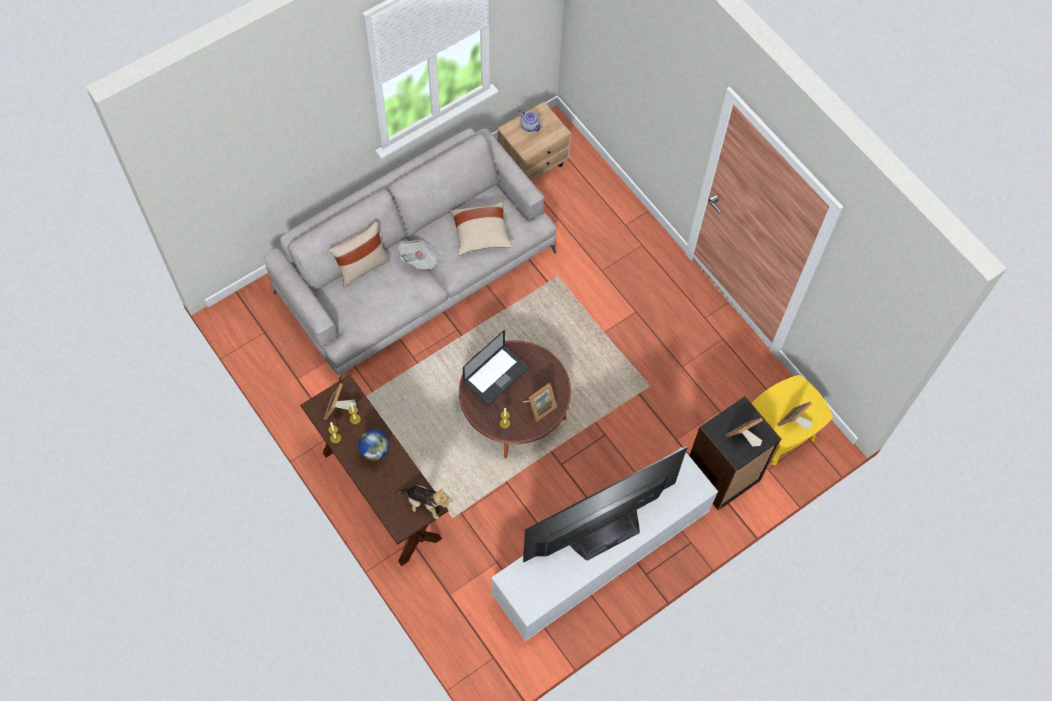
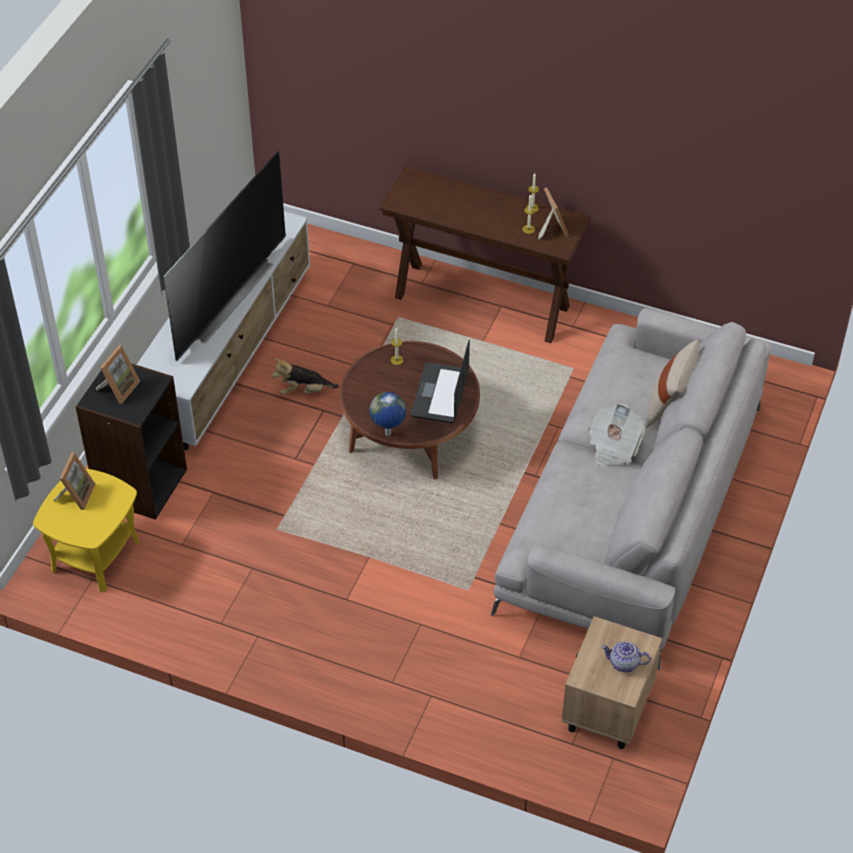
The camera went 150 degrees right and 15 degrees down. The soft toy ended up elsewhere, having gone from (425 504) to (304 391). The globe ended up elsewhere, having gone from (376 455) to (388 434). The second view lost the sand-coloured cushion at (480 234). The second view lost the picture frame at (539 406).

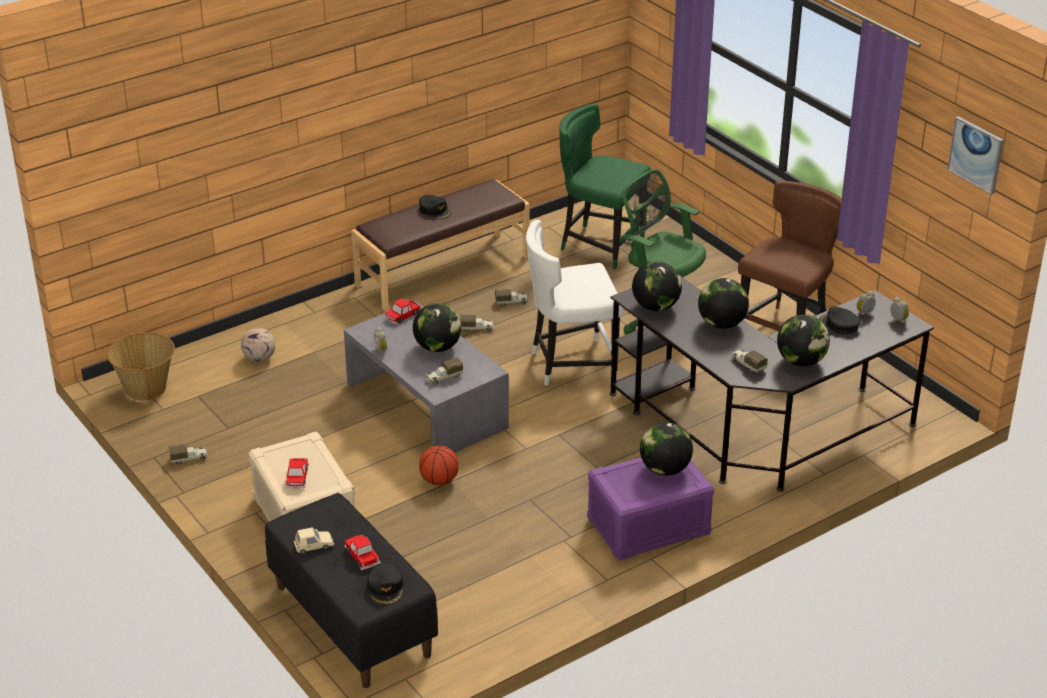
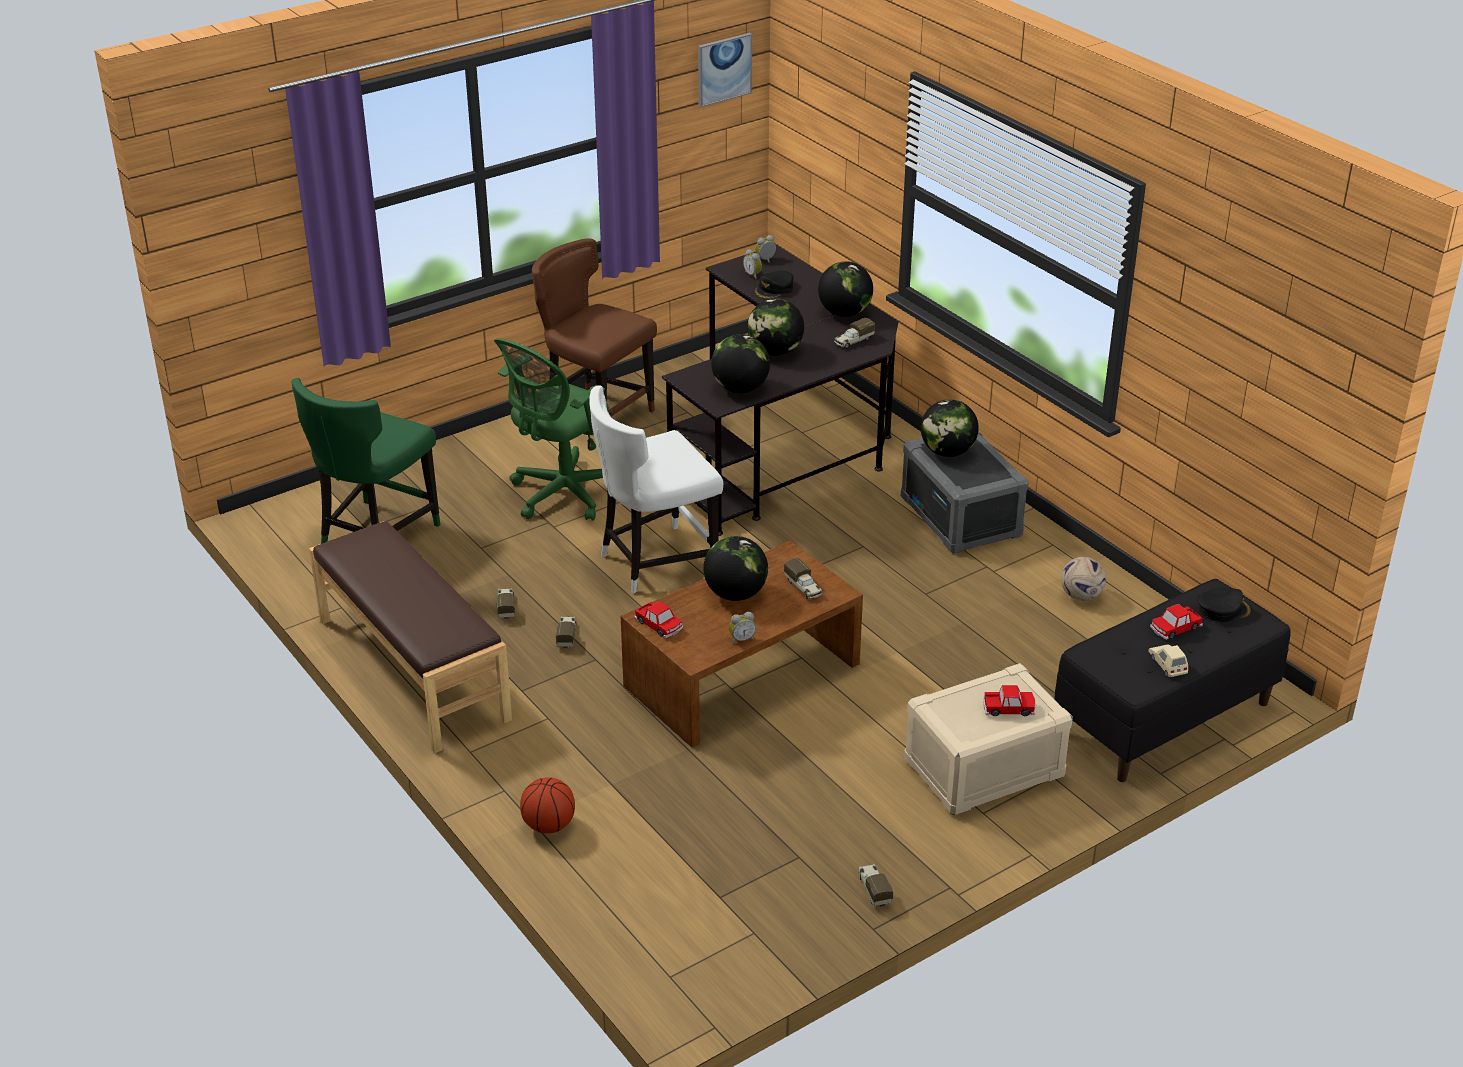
The camera went 90 degrees left and 0 degrees up. The basketball ball ended up elsewhere, having gone from (439 481) to (549 825). The white chair at (571 364) ended up facing another way, 75 degrees clockwise from before. What was the gray coffee table at (427 405) turned into the brown-coloured coffee table at (741 674). What was the purplish storage container at (648 527) turned into the gray storage container at (961 517). The football ended up elsewhere, having gone from (259 358) to (1080 596). The second view lost the basket at (146 389). The second view lost the black peaked cap at (435 210).

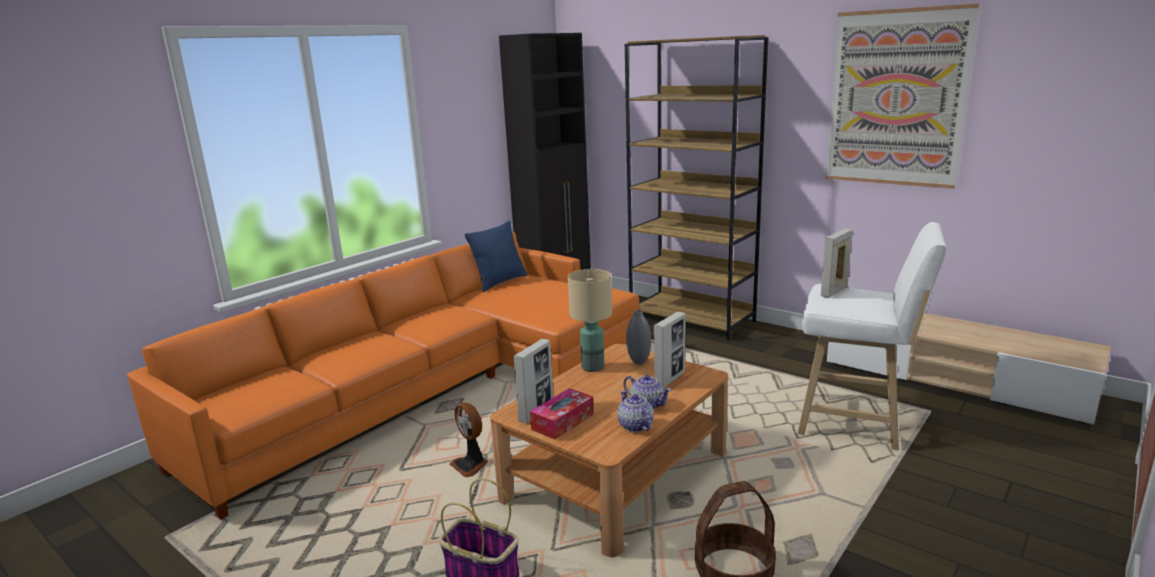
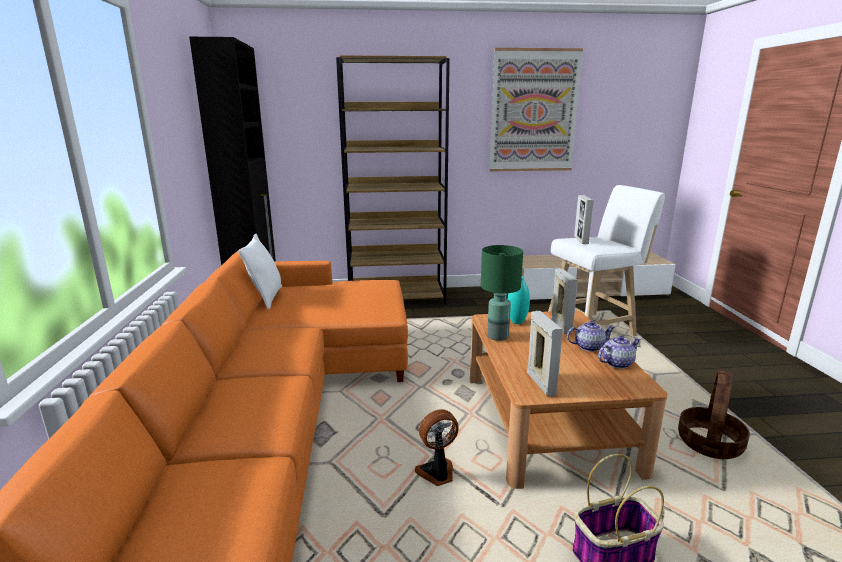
The camera went 45 degrees left and 0 degrees up. What was the bluish cushion at (500 282) turned into the white cushion at (266 298). The cooling fan at (471 465) ended up facing another way, 150 degrees clockwise from before. What was the sand-coloured lamp for a table at (593 367) turned into the greenish lamp for a table at (498 336). What was the gray decorative vase at (639 362) turned into the blue-green decorative vase at (517 322). The teapot at (635 426) ended up facing another way, 135 degrees clockwise from before. The second view lost the tissue box at (563 422).

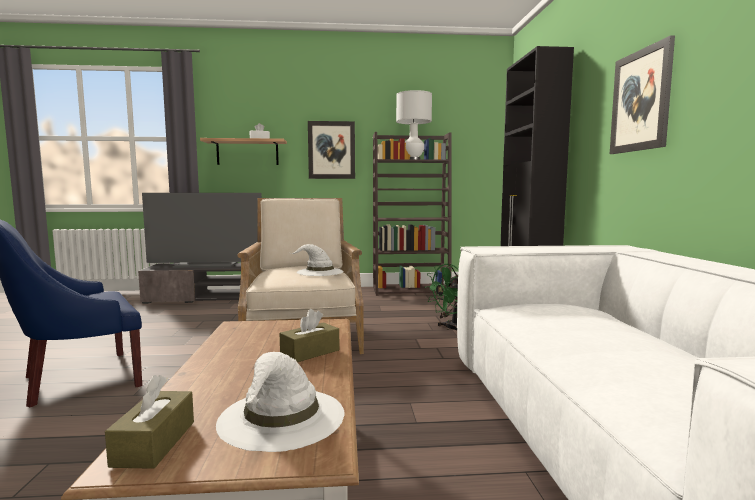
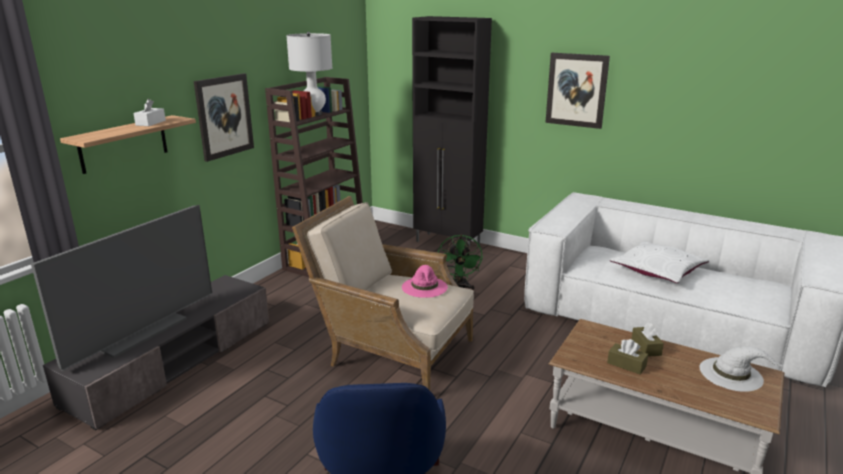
The camera went 55 degrees left and 15 degrees up. What was the white hat at (319 272) turned into the pink-coloured hat at (425 287). The brown-coloured tissue box ended up elsewhere, having gone from (154 443) to (626 364). The second view gained the white cushion at (657 270).

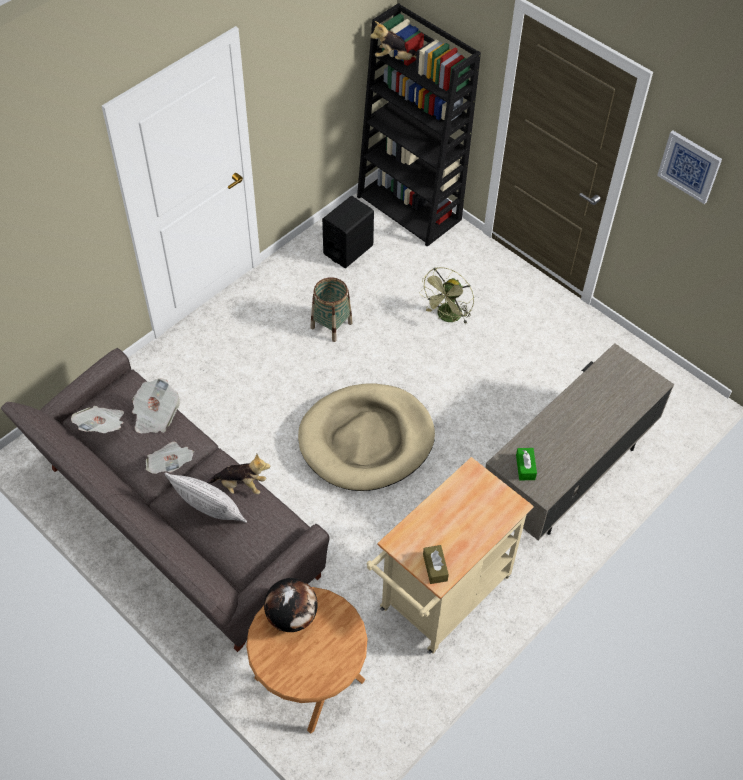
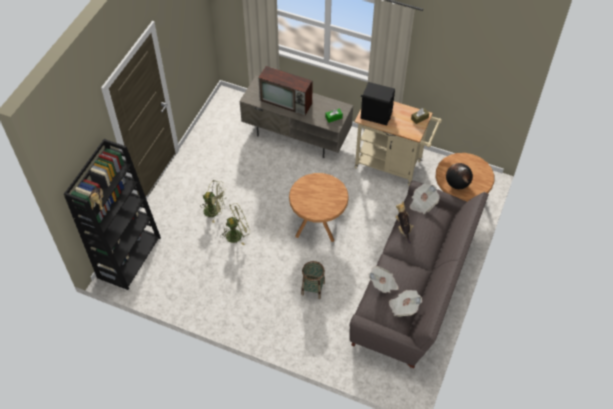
The camera went 110 degrees left and 0 degrees up. The second view gained the greenish cooling fan at (237 234). The second view gained the television at (287 102). Where the sand-coloured dog cushion stood at (366 440), the brown-coloured side table came to stand at (318 222). The basket ended up elsewhere, having gone from (331 325) to (313 288). The black audio speaker ended up elsewhere, having gone from (348 249) to (376 115). The newspaper ended up elsewhere, having gone from (171 464) to (422 203). The second view lost the cushion at (210 514). The second view lost the wall art at (689 166).

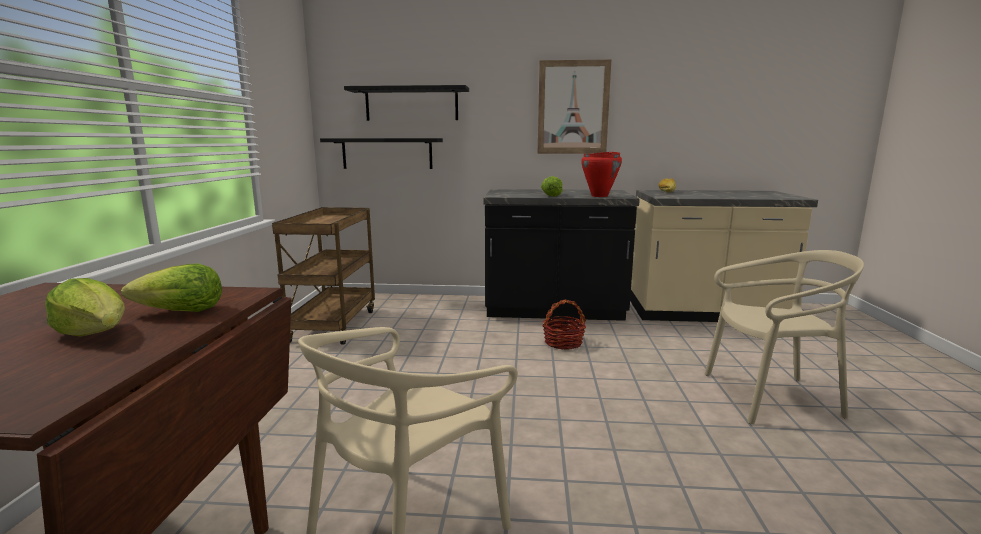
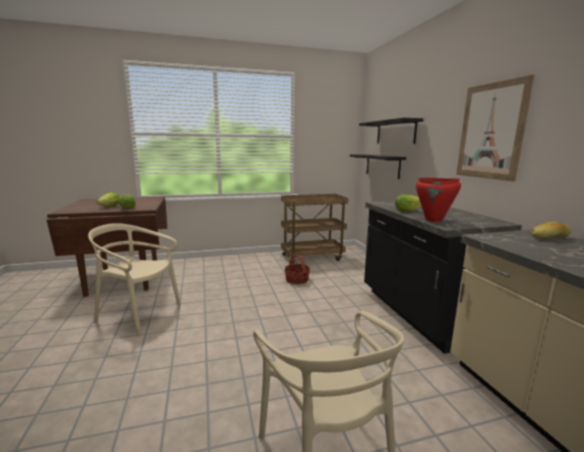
The camera went 70 degrees right and 0 degrees up. The basket ended up elsewhere, having gone from (563 342) to (297 280).

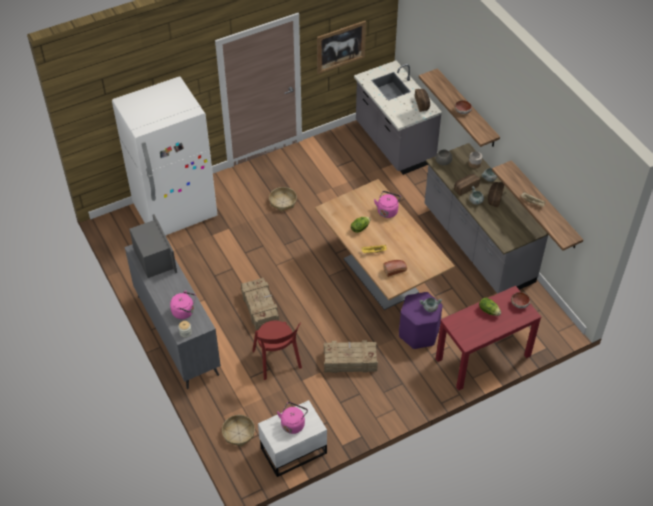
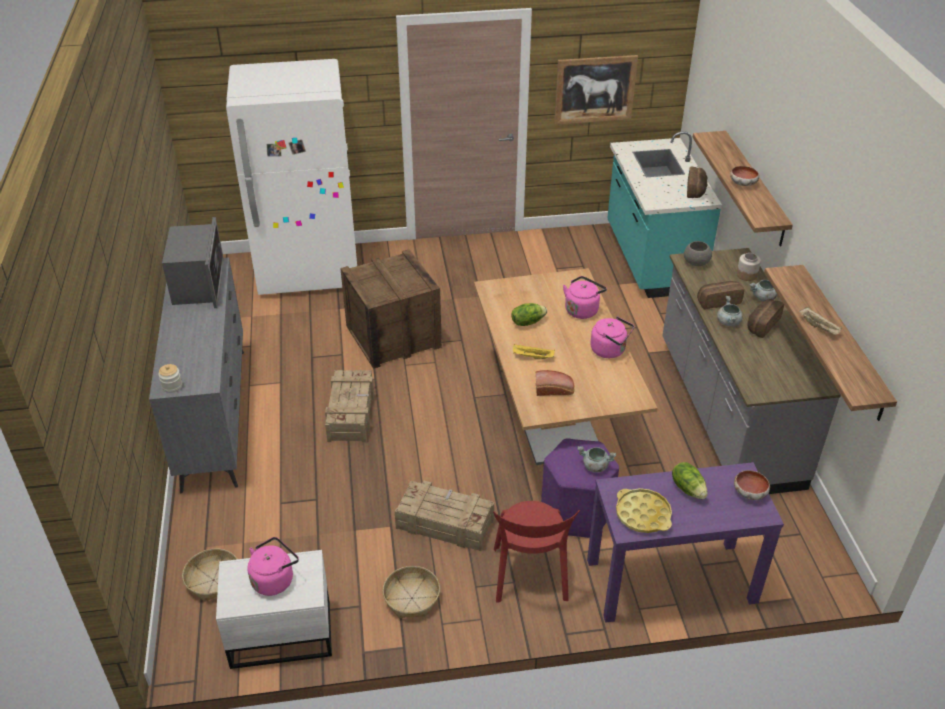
The camera went 20 degrees right and 10 degrees down. The second view gained the packing crate at (393 336). The basket ended up elsewhere, having gone from (283 202) to (411 598). The reddish chair ended up elsewhere, having gone from (277 361) to (530 577). What was the reddish narrow table at (483 357) turned into the purplish narrow table at (670 581). The pink-coloured kettle ended up elsewhere, having gone from (184 312) to (610 350). What was the gray kitchen counter at (393 143) turned into the blue-green kitchen counter at (651 259). The second view gained the yellow-coloured carrying tray at (643 514).

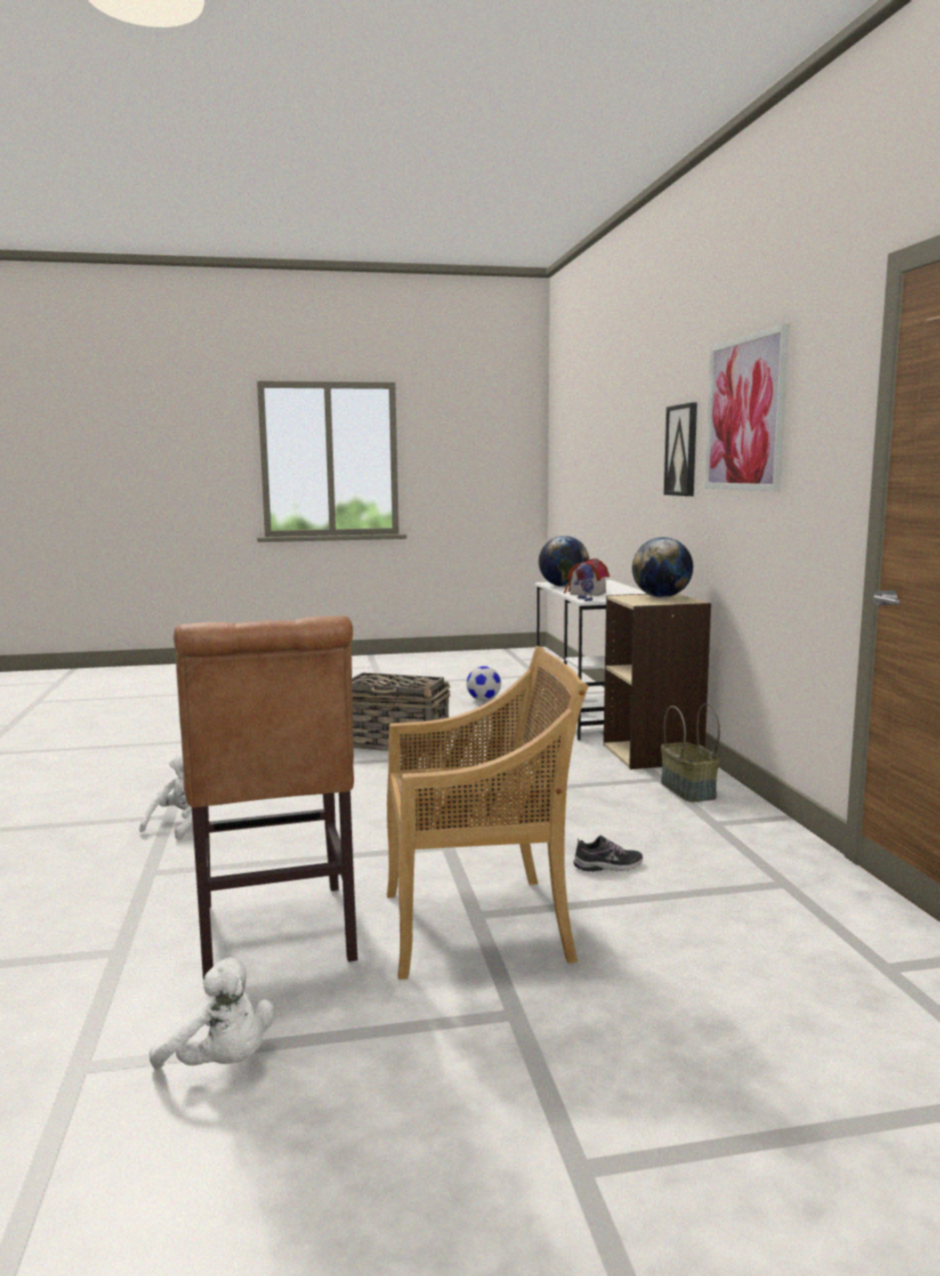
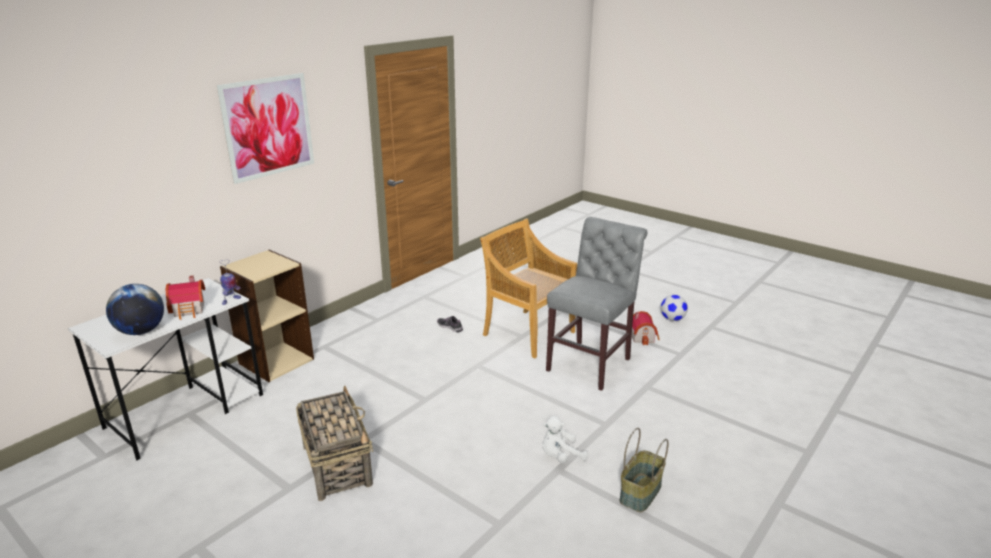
The camera went 130 degrees left and 15 degrees up. What was the brown-coloured chair at (276 937) turned into the gray chair at (591 363). The basket ended up elsewhere, having gone from (686 790) to (641 493). Where the white soft toy stood at (222 1064), the miniature house came to stand at (643 337). The football ended up elsewhere, having gone from (483 700) to (672 319). The second view lost the globe at (661 597). The second view lost the wall art at (682 450).

